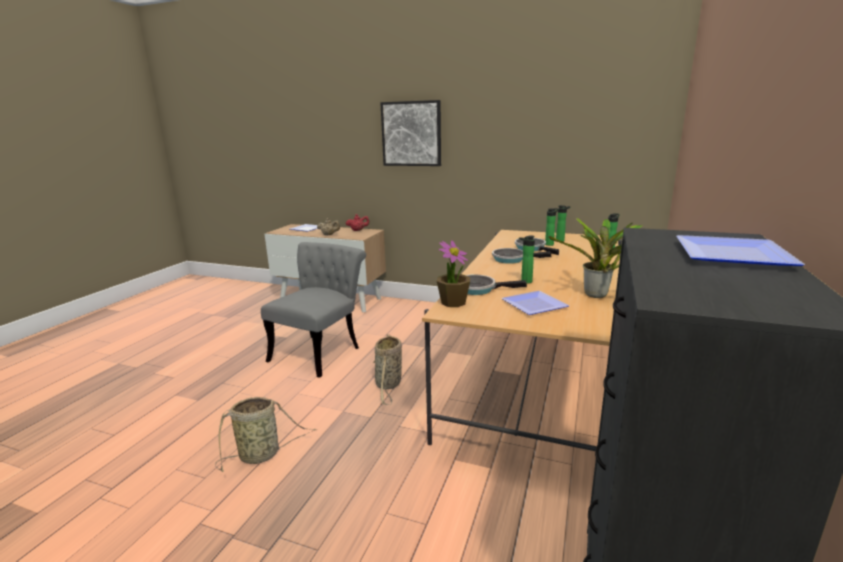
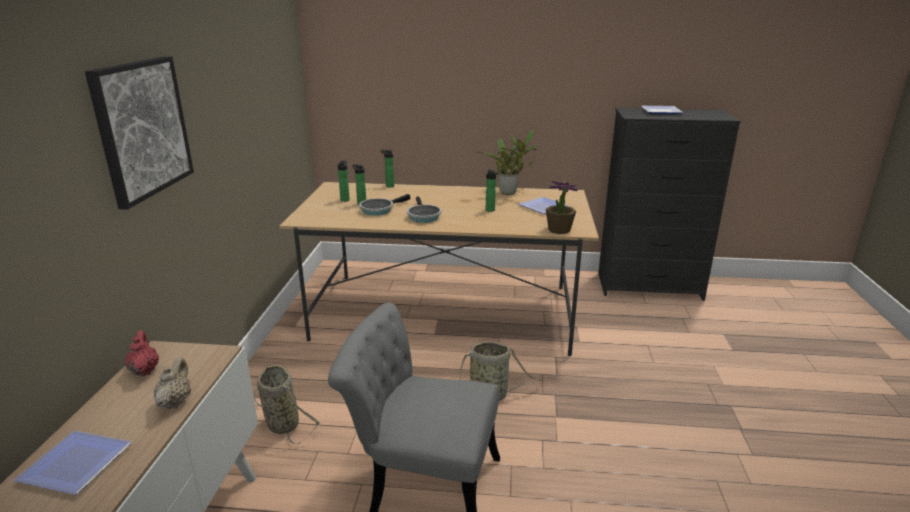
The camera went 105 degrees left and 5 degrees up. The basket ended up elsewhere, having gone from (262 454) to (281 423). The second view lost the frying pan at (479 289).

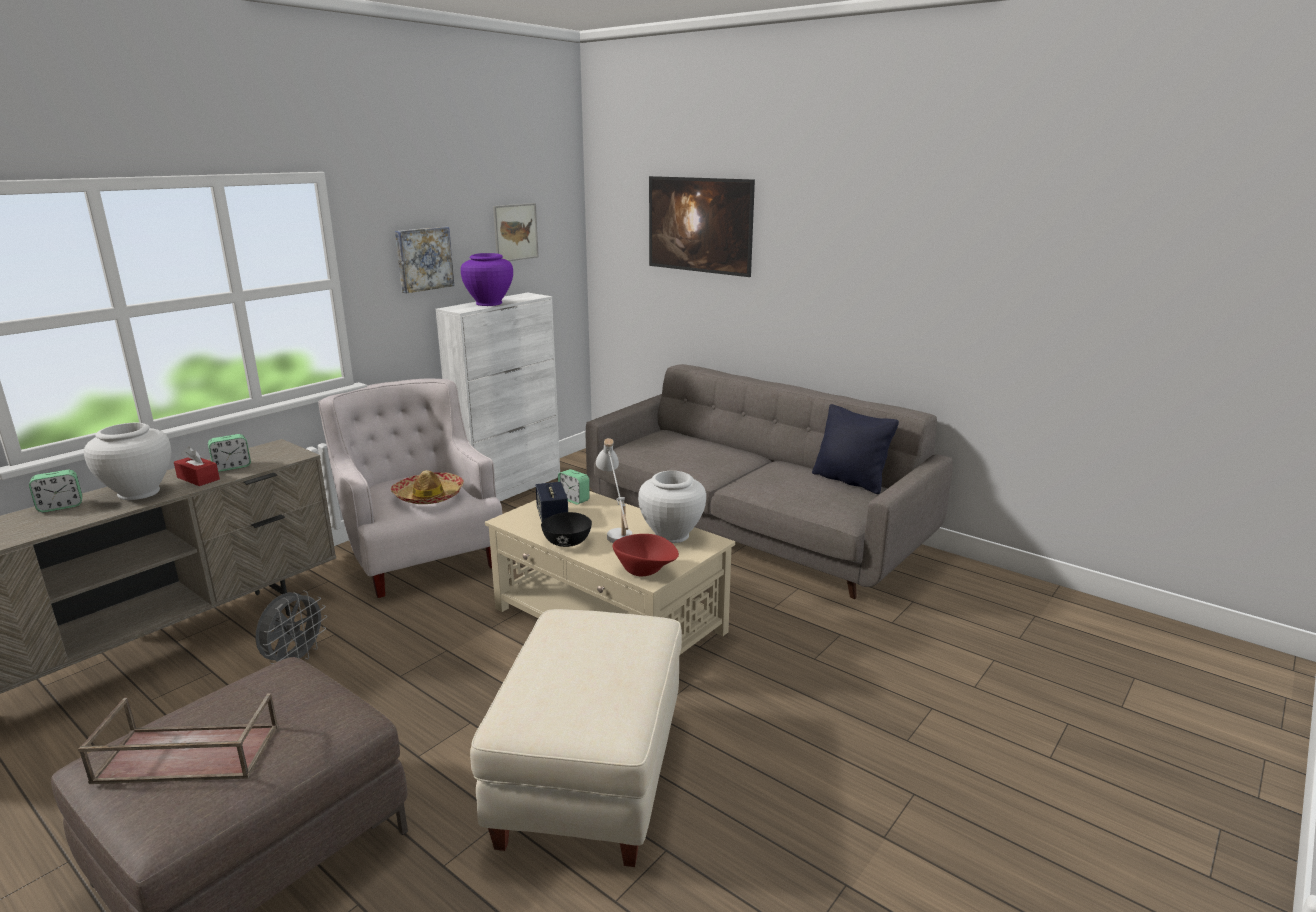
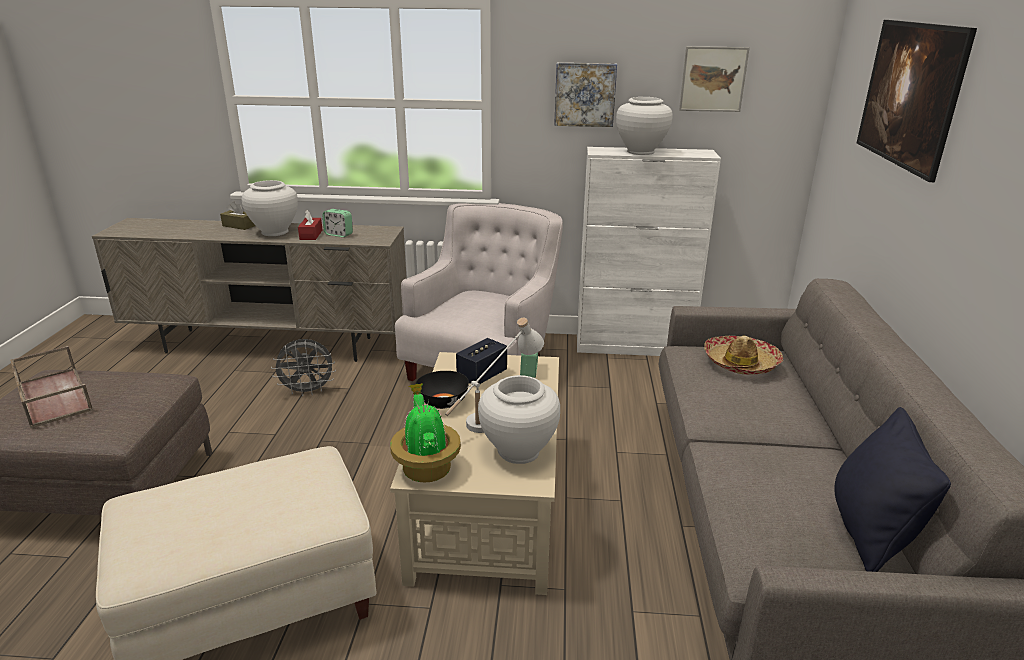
The camera went 55 degrees right and 5 degrees up. Where the table clock stood at (61 506), the brown-coloured tissue box came to stand at (239 226). Where the reddish serving bowl stood at (646 572), the potted plant came to stand at (426 467). What was the purplish decorative vase at (489 303) turned into the white decorative vase at (640 152). The hat ended up elsewhere, having gone from (429 496) to (741 363).

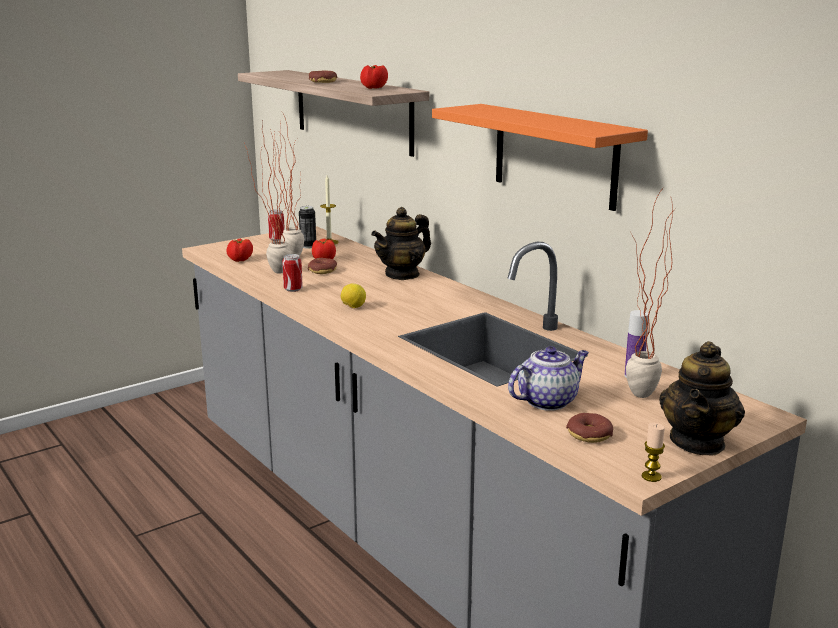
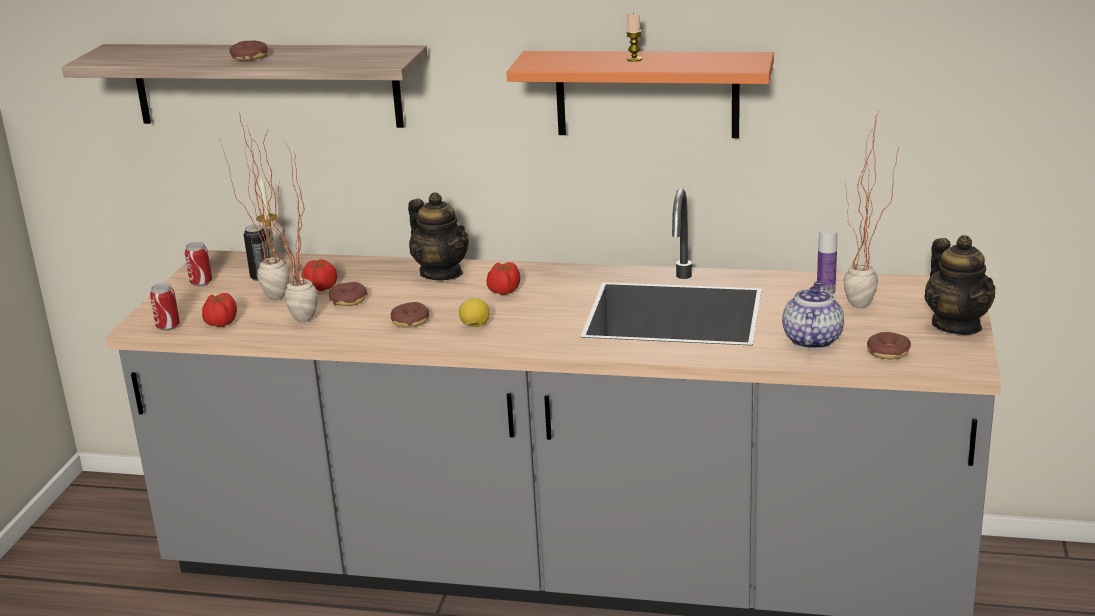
The camera went 40 degrees left and 5 degrees up. The metal can ended up elsewhere, having gone from (293 289) to (168 326). The second view gained the doughnut at (410 321). The teapot at (402 274) ended up facing another way, 45 degrees counterclockwise from before. The whole tomato ended up elsewhere, having gone from (374 88) to (504 291). The wax candle ended up elsewhere, having gone from (651 477) to (634 59).

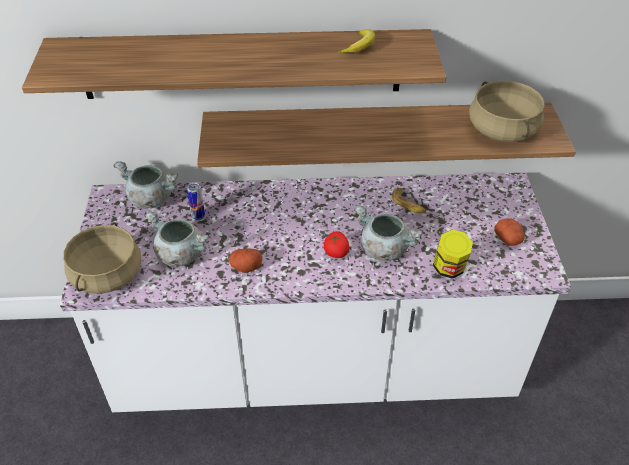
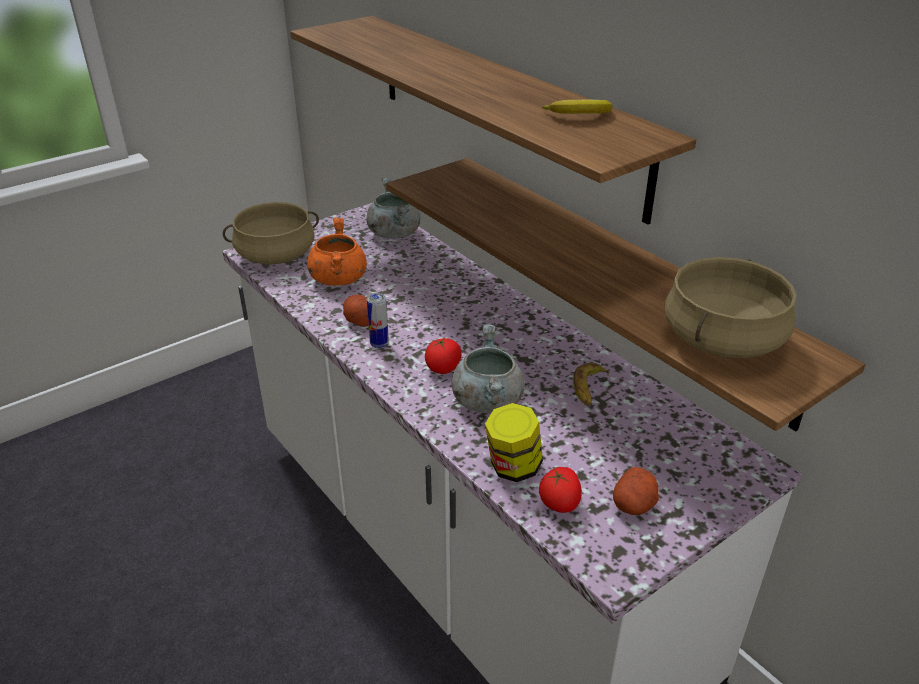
The camera went 55 degrees right and 10 degrees down. What was the gray saucepot at (180 254) turned into the orange-coloured saucepot at (338 278). The metal can ended up elsewhere, having gone from (198 216) to (379 344). The second view gained the whole tomato at (559 503).

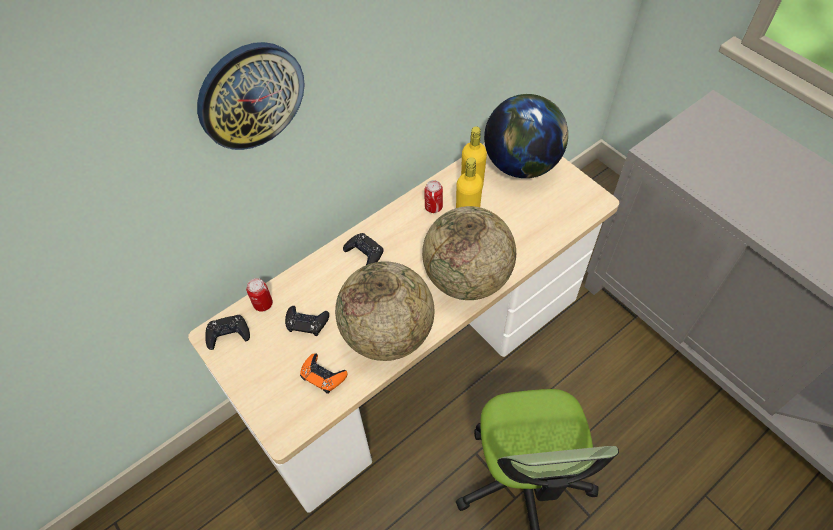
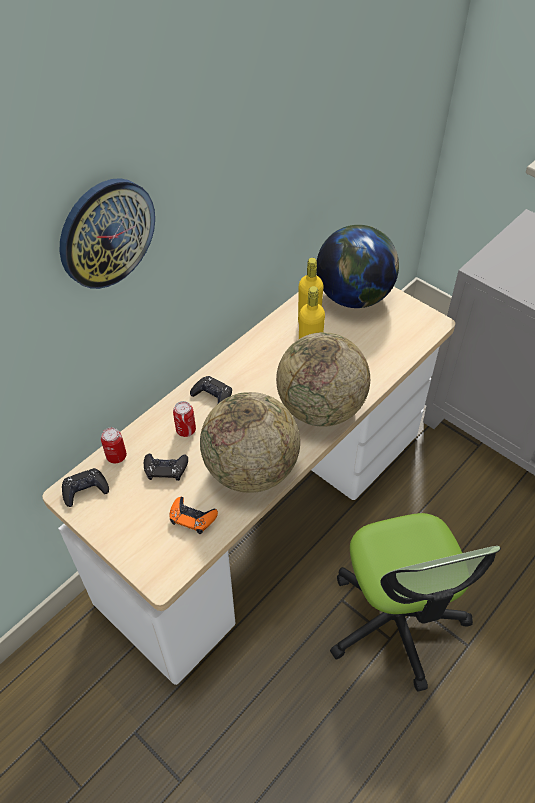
The camera went 10 degrees left and 5 degrees down. The metal can ended up elsewhere, having gone from (433 207) to (186 430).

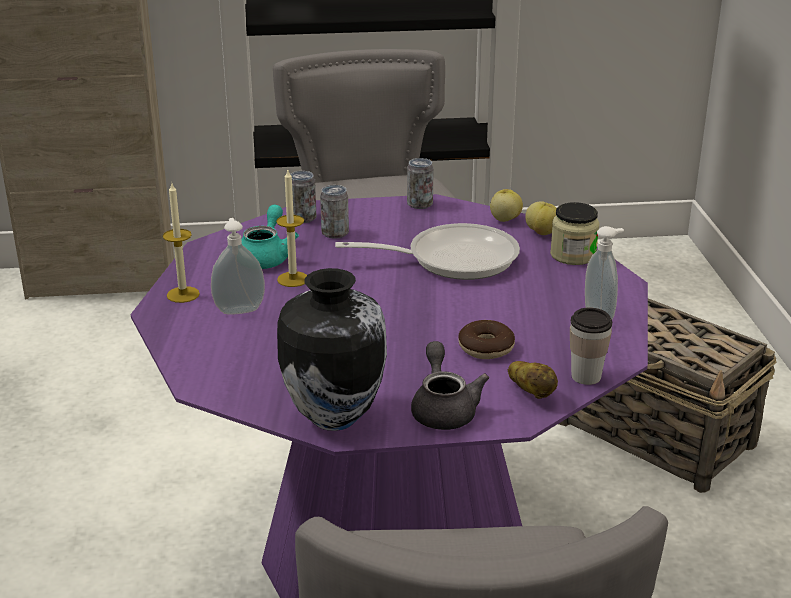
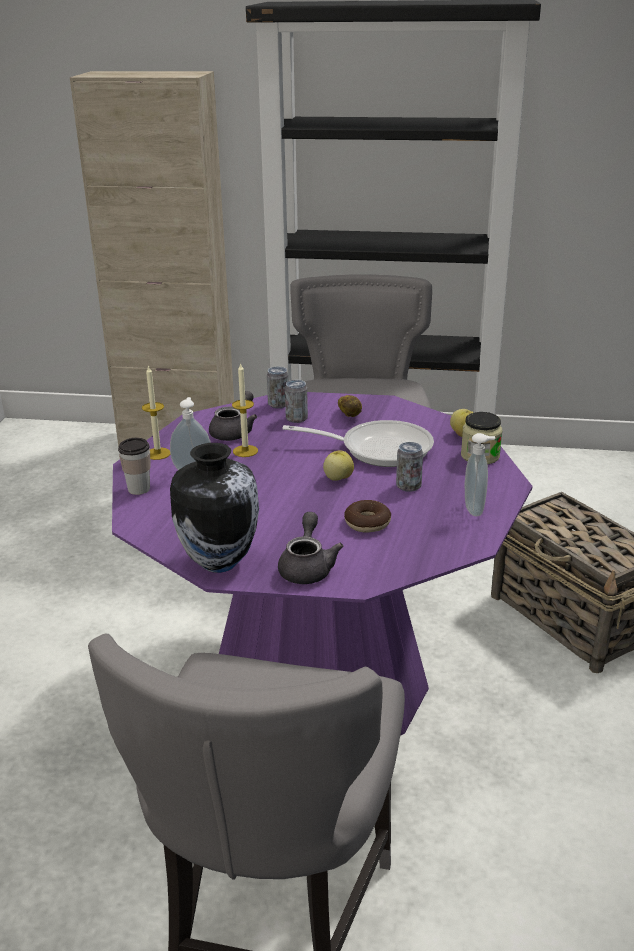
The camera went 15 degrees right and 0 degrees up. The small cup ended up elsewhere, having gone from (586 376) to (139 489). What was the blue-green teapot at (266 257) turned into the gray teapot at (234 431). The whole apple ended up elsewhere, having gone from (504 219) to (338 478). The potato ended up elsewhere, having gone from (531 393) to (349 416). The metal can ended up elsewhere, having gone from (419 204) to (408 486).

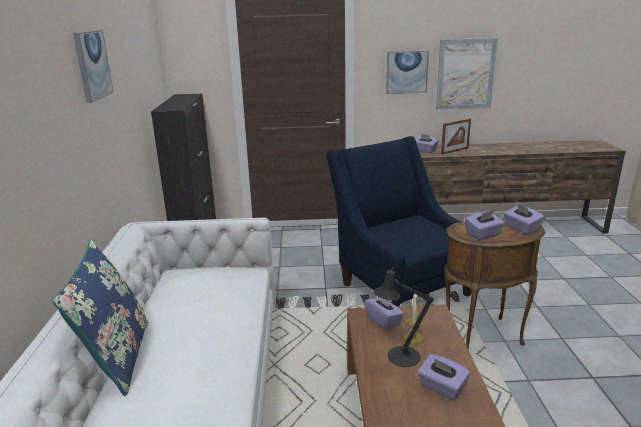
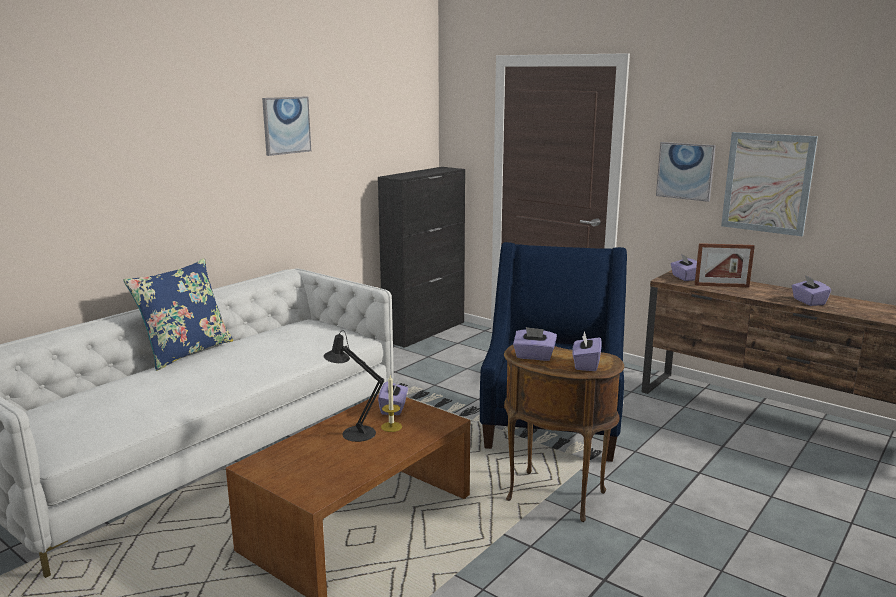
The camera went 40 degrees right and 5 degrees down. The purplish tissue box ended up elsewhere, having gone from (442 388) to (808 302).

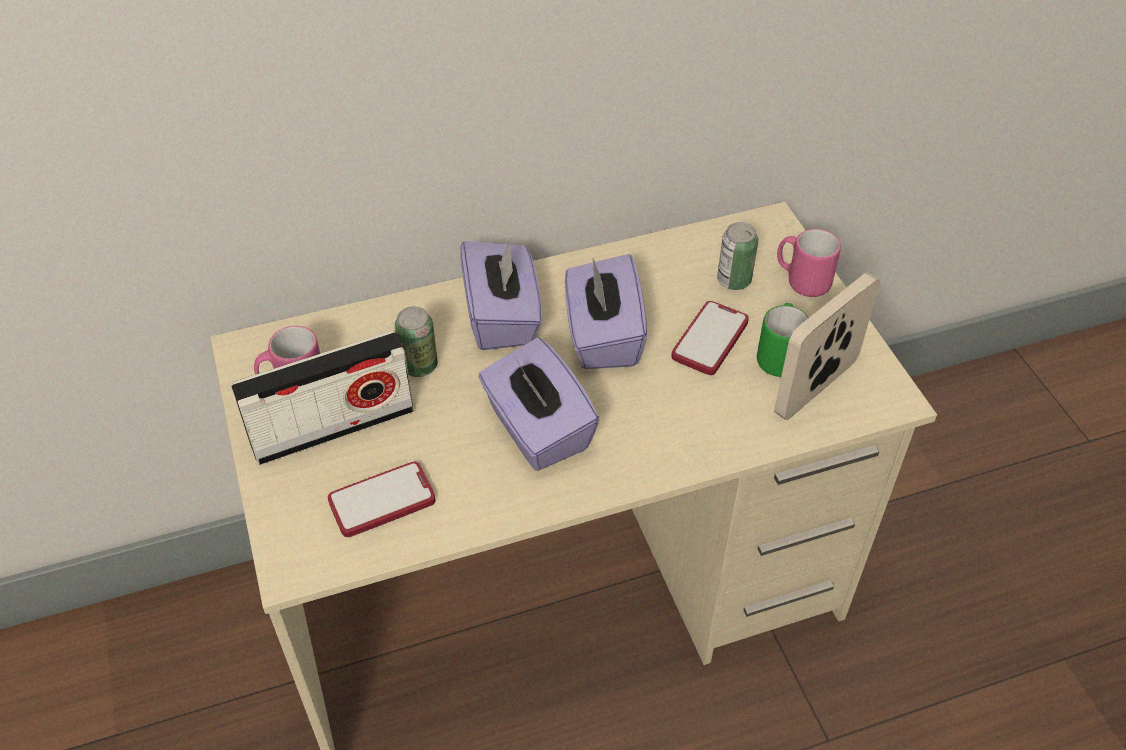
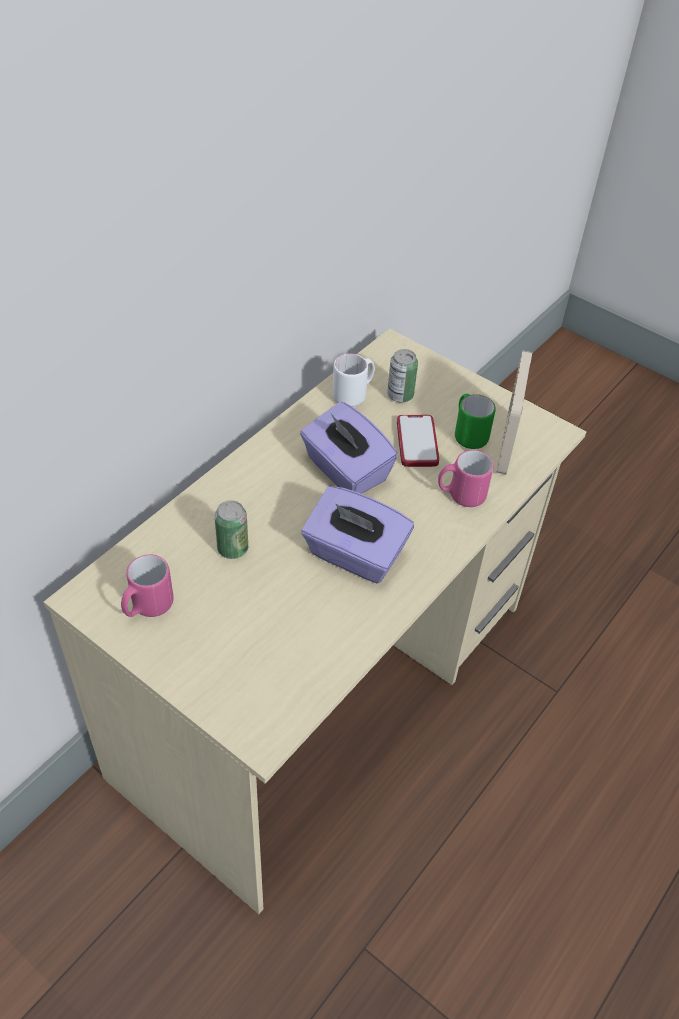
The camera went 35 degrees left and 0 degrees up. The second view gained the white coffee mug at (354 394). The pink-coloured coffee mug ended up elsewhere, having gone from (801 281) to (460 495). The second view lost the radio set at (333 427). The second view lost the phone at (382 501). The second view lost the purplish tissue box at (503 317).

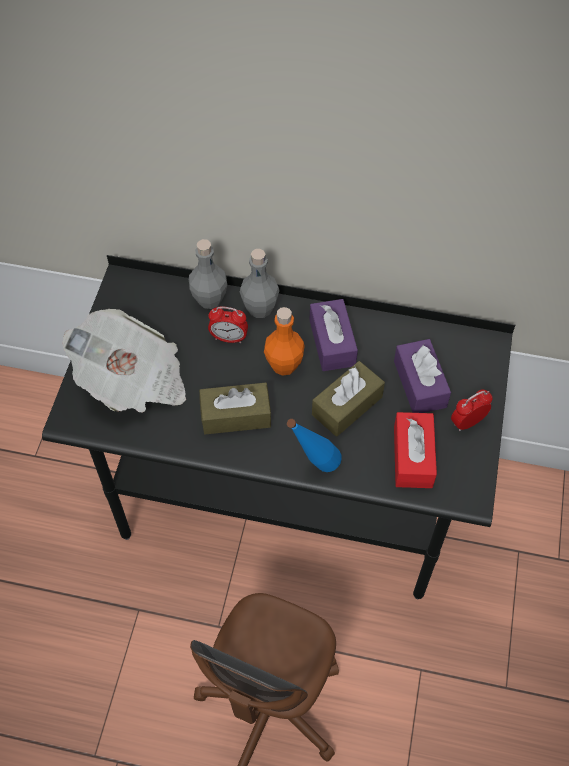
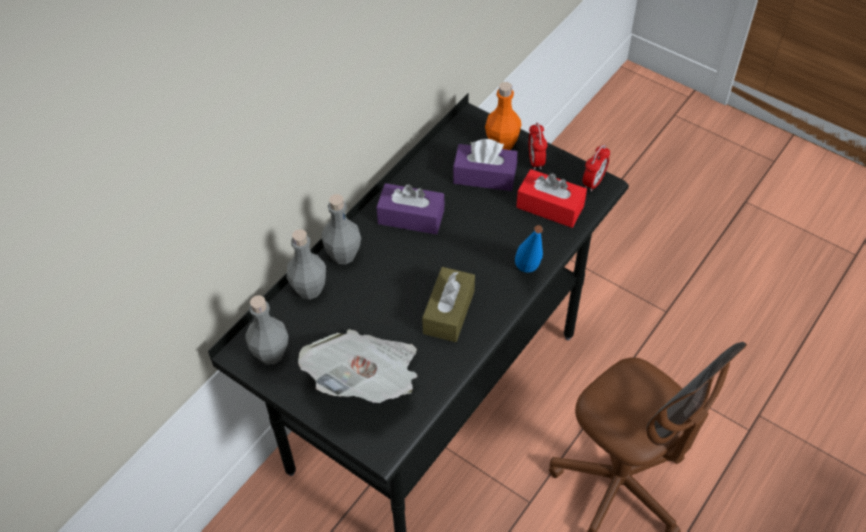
The camera went 65 degrees left and 5 degrees down. The second view gained the gray beverage bottle at (271 354). The orange-coloured beverage bottle ended up elsewhere, having gone from (284 365) to (502 144). The table clock ended up elsewhere, having gone from (229 338) to (593 182). The second view lost the brown-coloured tissue box at (347 406).

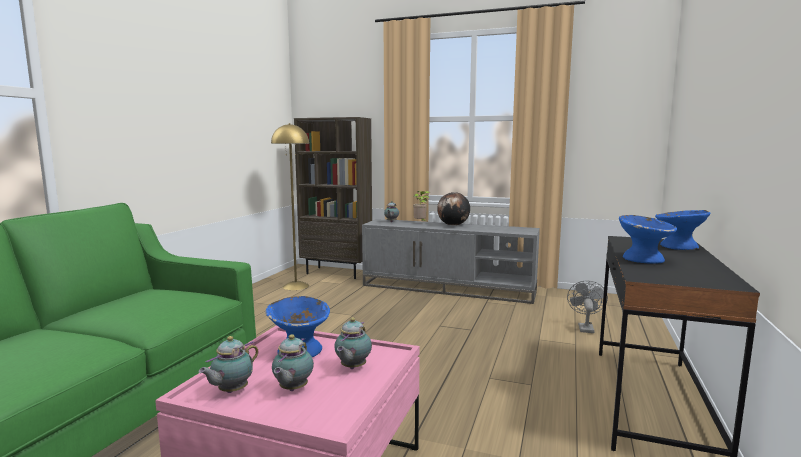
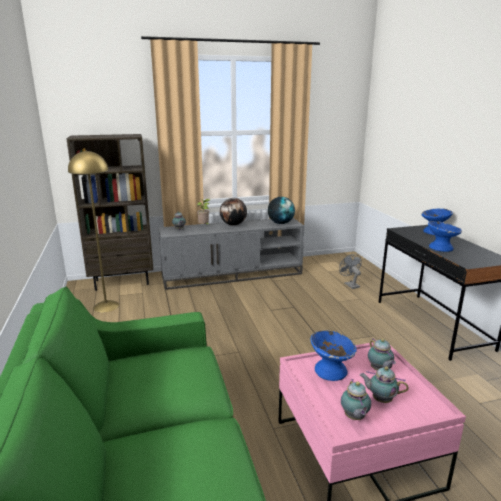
The camera went 35 degrees left and 10 degrees up. The second view gained the globe at (280 223). The teapot at (292 389) ended up facing another way, 135 degrees clockwise from before.

